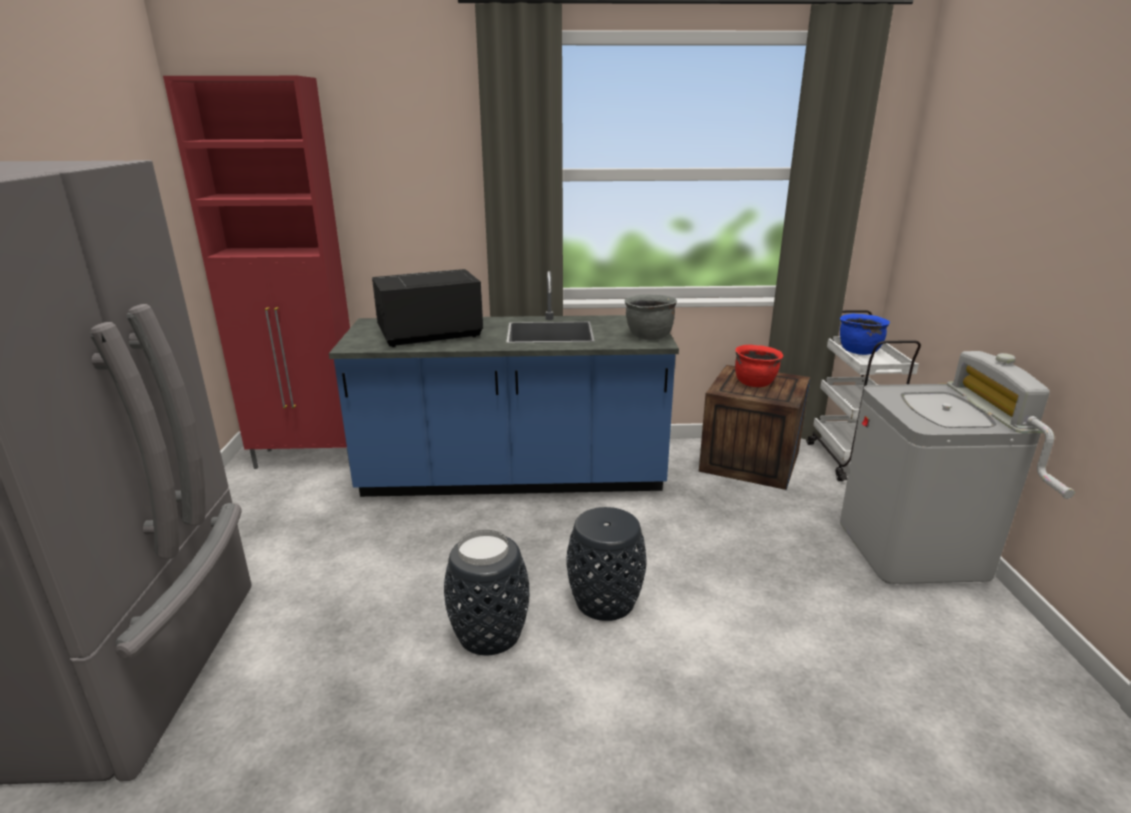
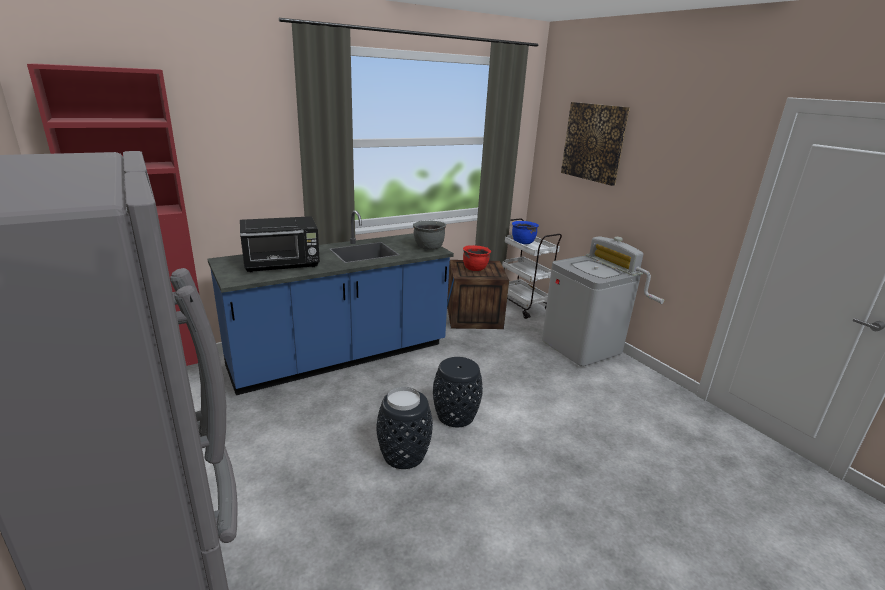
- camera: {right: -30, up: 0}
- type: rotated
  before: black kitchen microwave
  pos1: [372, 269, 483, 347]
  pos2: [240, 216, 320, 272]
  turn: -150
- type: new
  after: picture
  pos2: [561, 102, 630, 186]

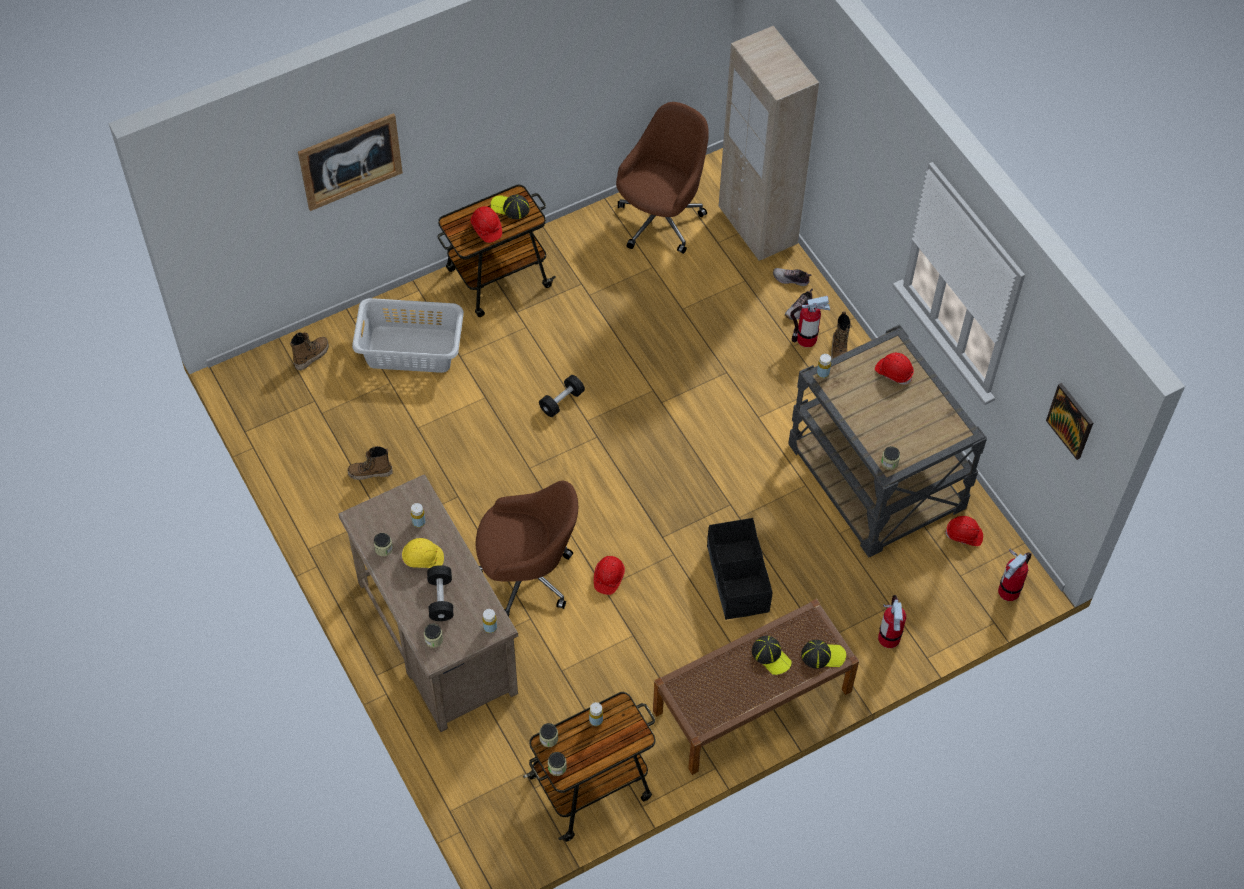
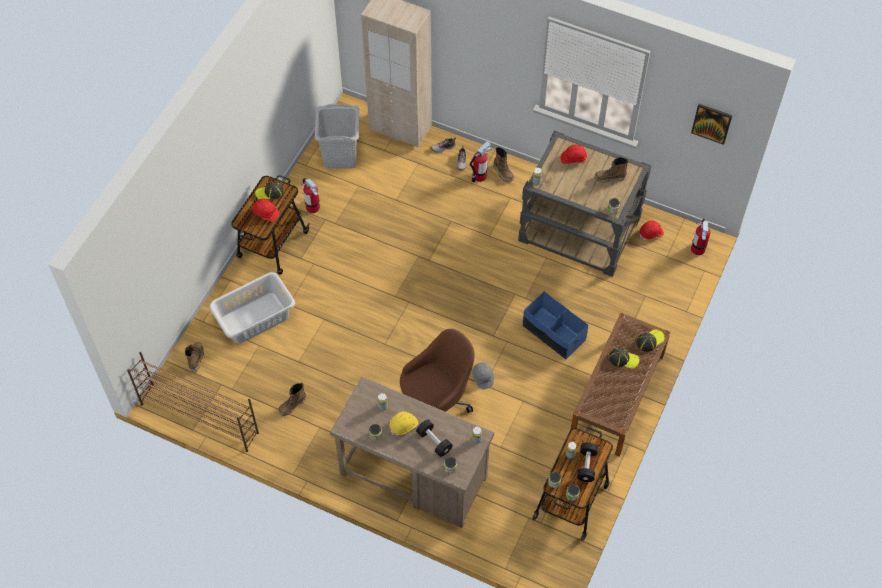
- camera: {right: -35, up: 0}
- type: swapped
  before: brown computer chair
  after: greyish washing basket
  pos1: [616, 102, 709, 254]
  pos2: [315, 104, 359, 169]
- type: gone
  before: picture
  pos1: [298, 113, 403, 211]
- type: shifted
  before: black dumbbell
  pos1: [539, 375, 585, 417]
  pos2: [577, 442, 598, 482]
- type: repainted
  before: black storage box
  after: bluish storage box
  pos1: [707, 518, 772, 620]
  pos2: [523, 291, 588, 360]
- type: repainted
  before: reddish safety helmet
  after: greyish safety helmet
  pos1: [594, 556, 625, 595]
  pos2: [472, 362, 494, 389]
- type: shifted
  before: fire extinguisher
  pos1: [878, 595, 906, 648]
  pos2: [301, 178, 320, 213]
- type: new
  after: boot
  pos2: [595, 157, 629, 183]
- type: new
  after: brown shoe stand
  pos2: [127, 352, 259, 452]

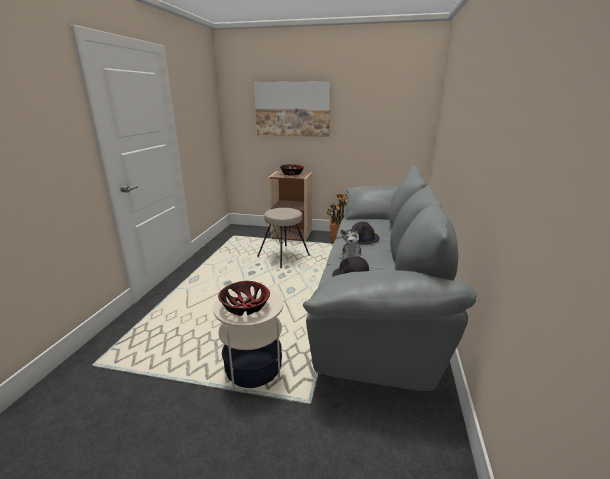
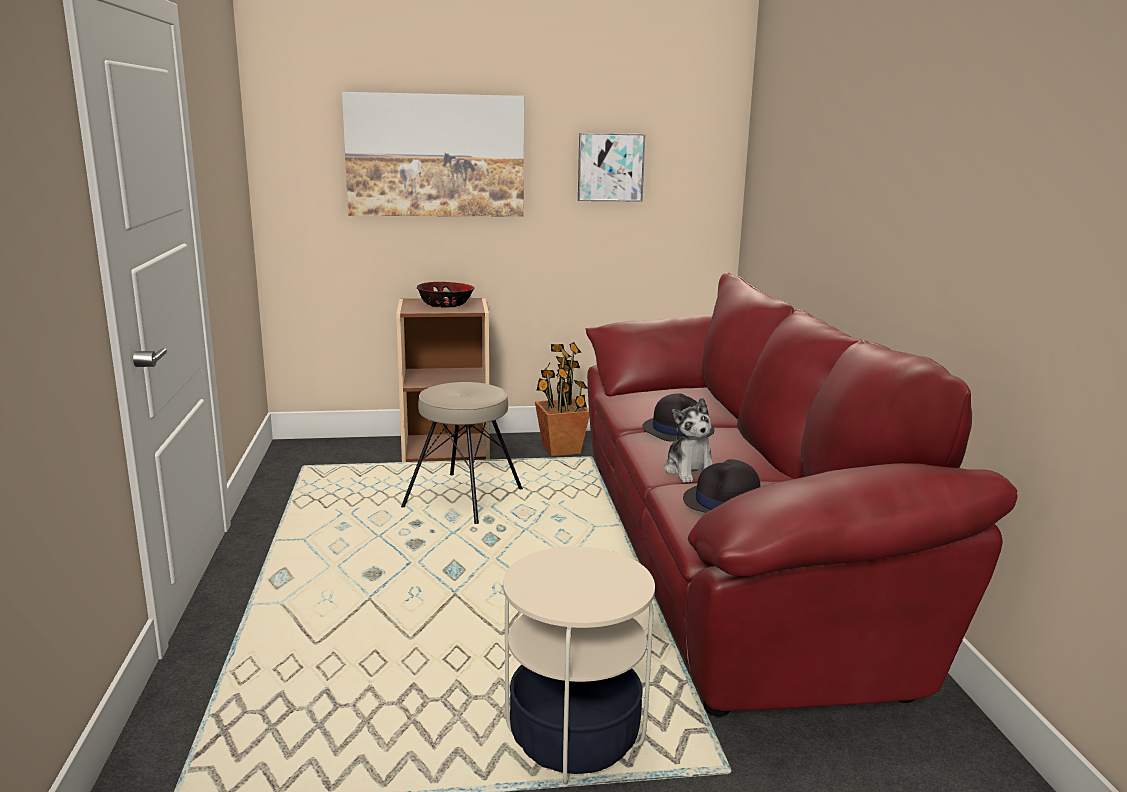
- camera: {right: -20, up: -5}
- type: repainted
  before: greyish sofa
  after: reddish sofa
  pos1: [303, 166, 477, 391]
  pos2: [585, 272, 1018, 716]
- type: gone
  before: bowl
  pos1: [218, 281, 270, 316]
- type: new
  after: picture
  pos2: [578, 133, 645, 201]

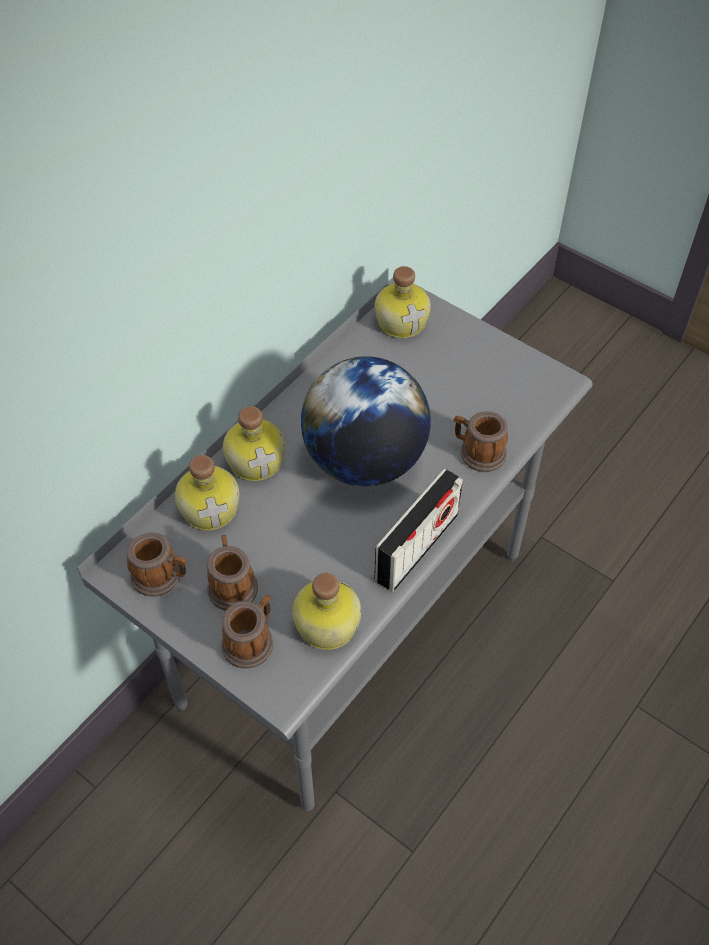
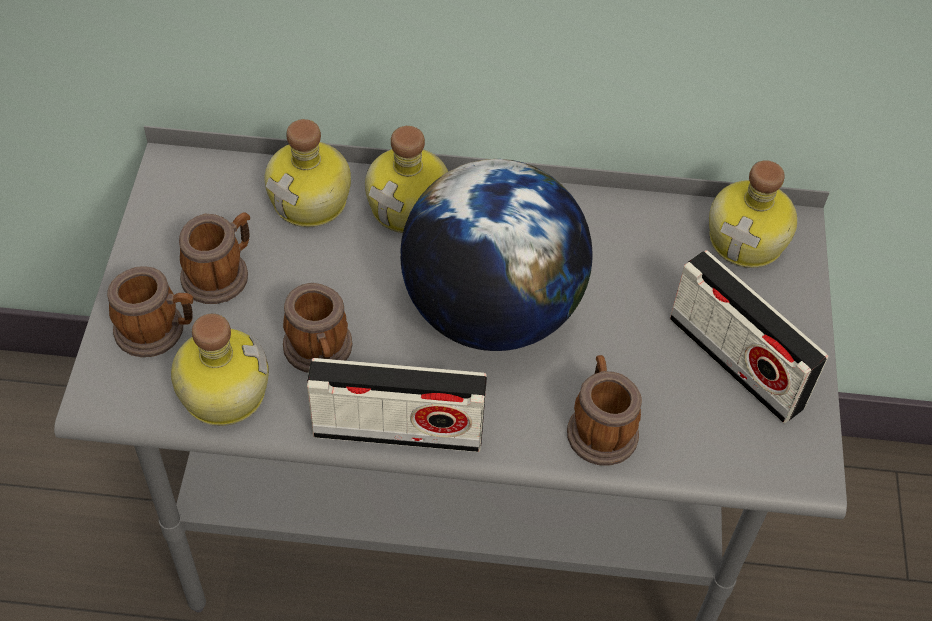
- camera: {right: 55, up: 0}
- type: shifted
  before: tea mug
  pos1: [127, 533, 187, 597]
  pos2: [283, 283, 352, 373]
- type: new
  after: radio receiver
  pos2: [670, 250, 828, 423]

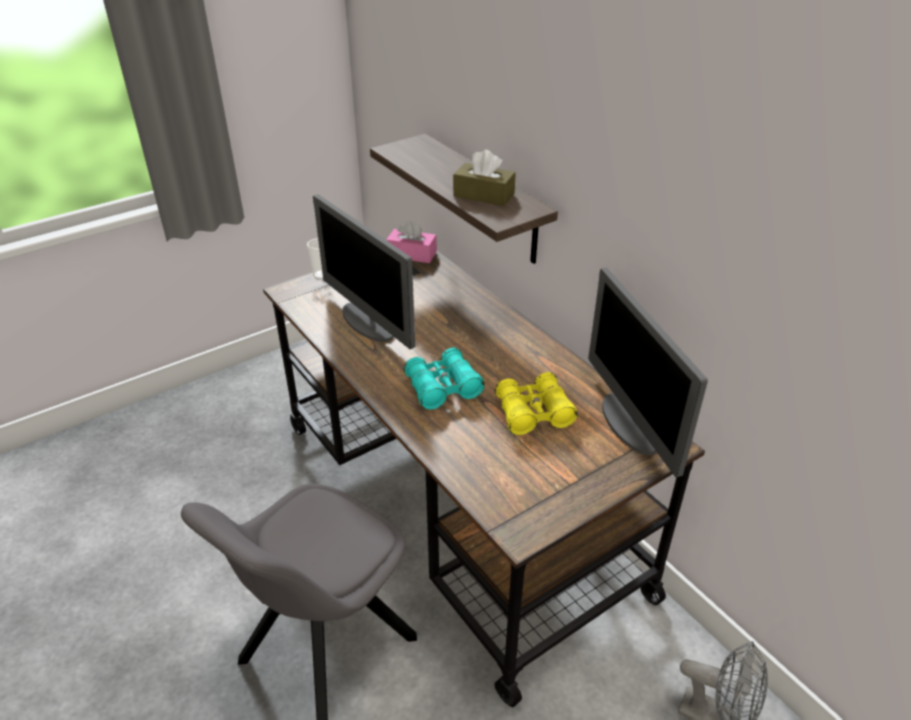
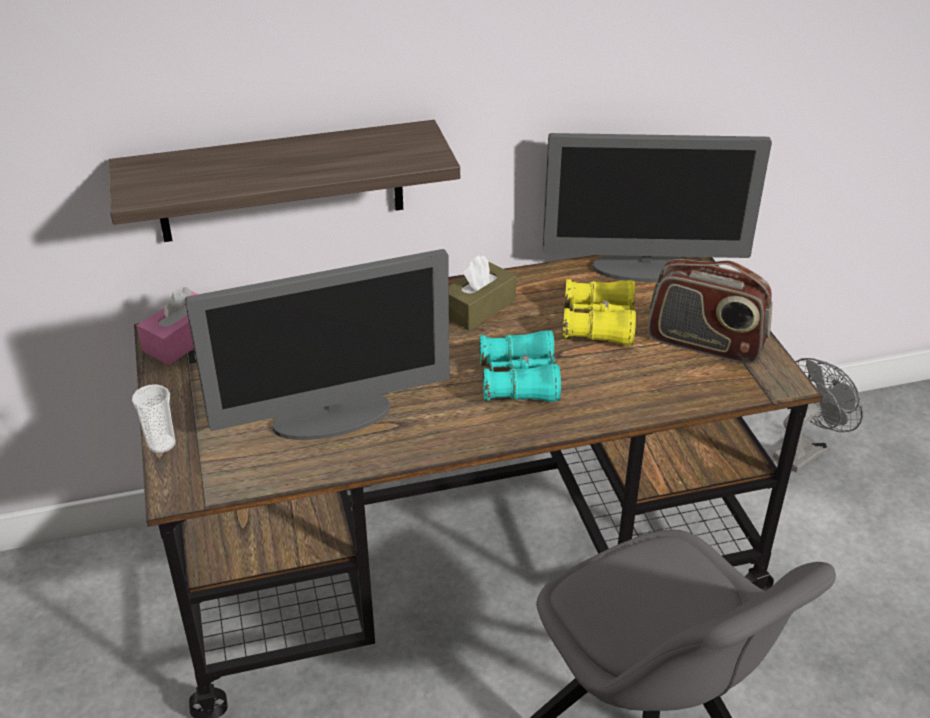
- camera: {right: -70, up: 0}
- type: shifted
  before: brown tissue box
  pos1: [453, 150, 516, 206]
  pos2: [449, 255, 517, 330]
- type: new
  after: radio receiver
  pos2: [647, 259, 773, 364]

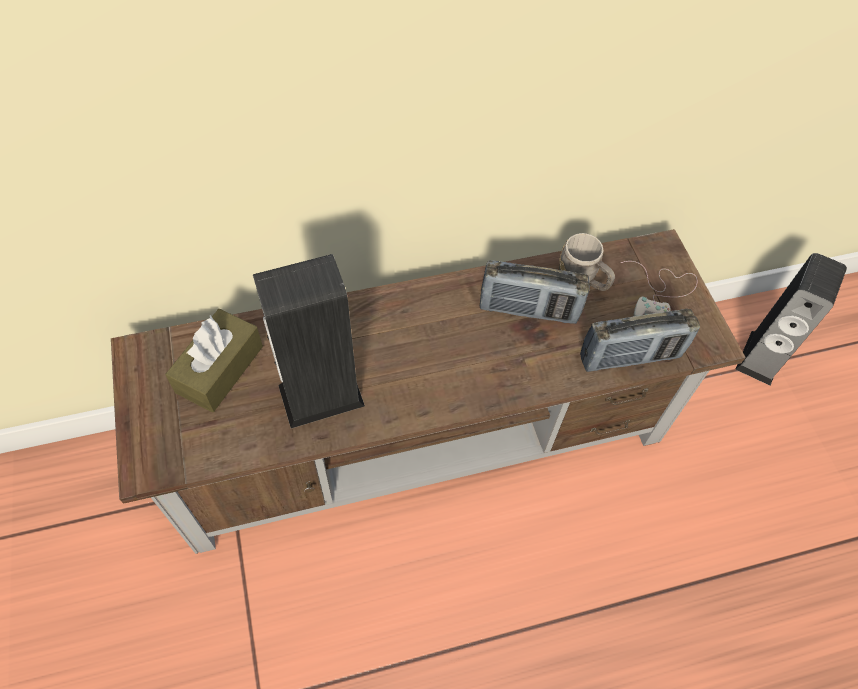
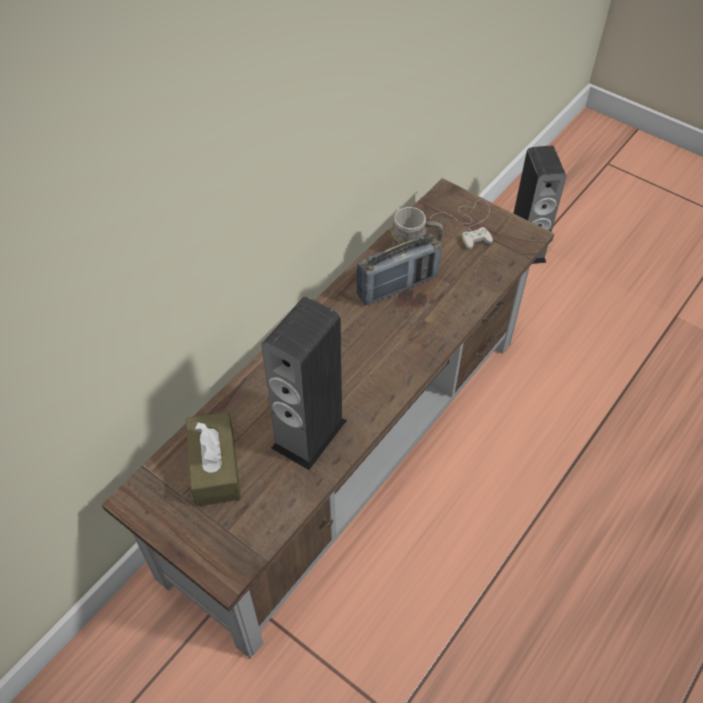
- camera: {right: -35, up: -5}
- type: gone
  before: radio receiver
  pos1: [580, 309, 700, 372]

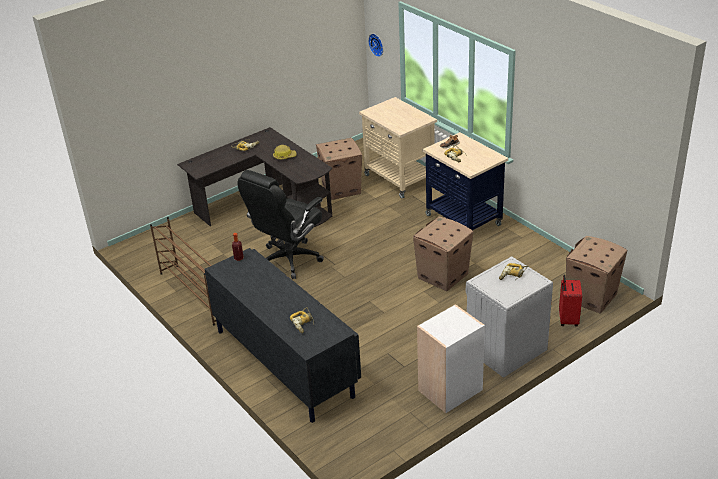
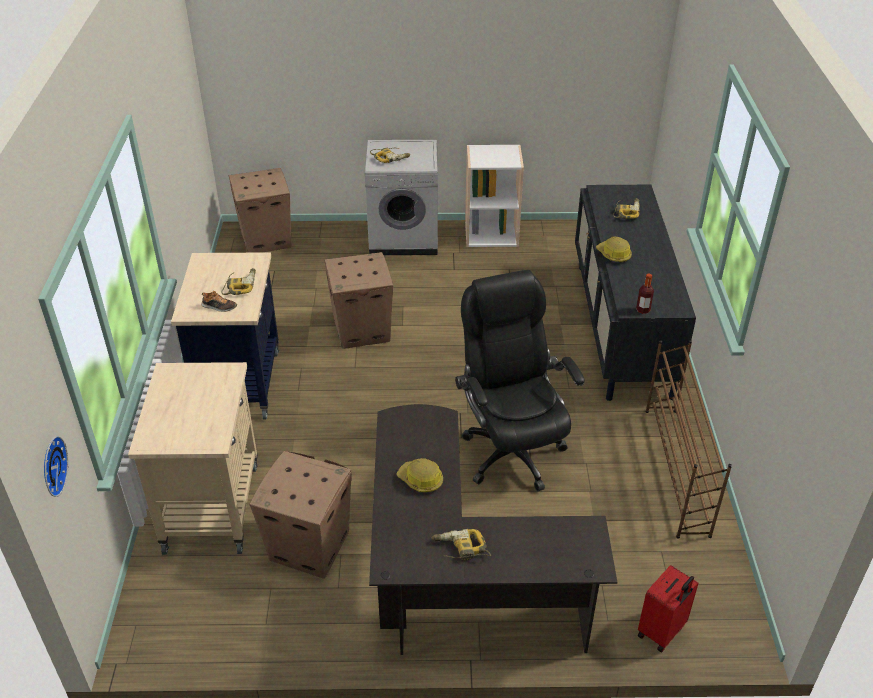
- camera: {right: -145, up: 5}
- type: rotated
  before: black computer chair
  pos1: [238, 170, 324, 279]
  pos2: [455, 270, 585, 492]
  turn: -90
- type: shifted
  before: reddish piece of luggage
  pos1: [559, 275, 582, 327]
  pos2: [638, 565, 698, 652]
- type: new
  after: safety helmet
  pos2: [596, 236, 632, 263]

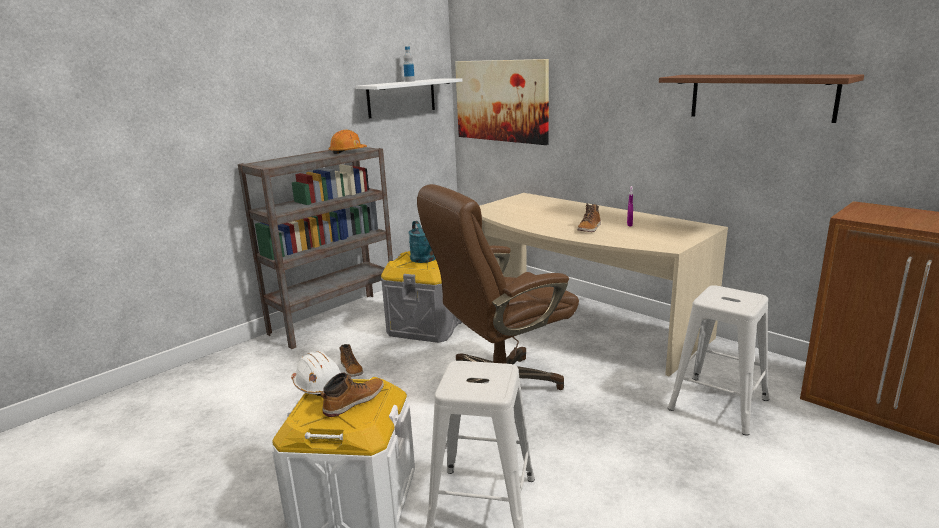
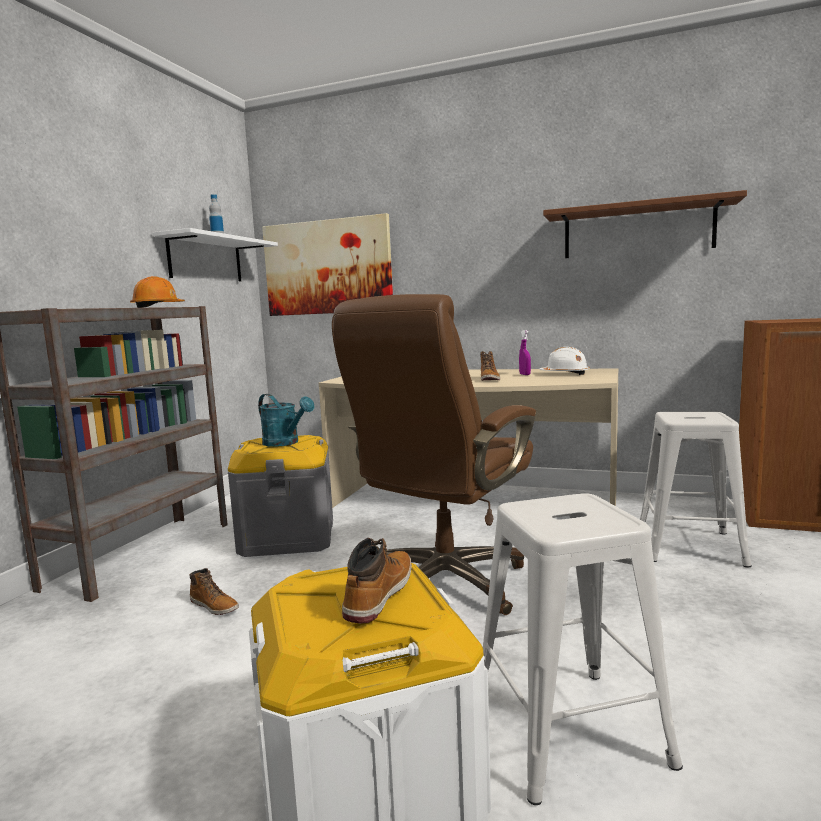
- camera: {right: -25, up: -10}
- type: shifted
  before: white safety helmet
  pos1: [291, 351, 342, 396]
  pos2: [539, 347, 590, 375]

